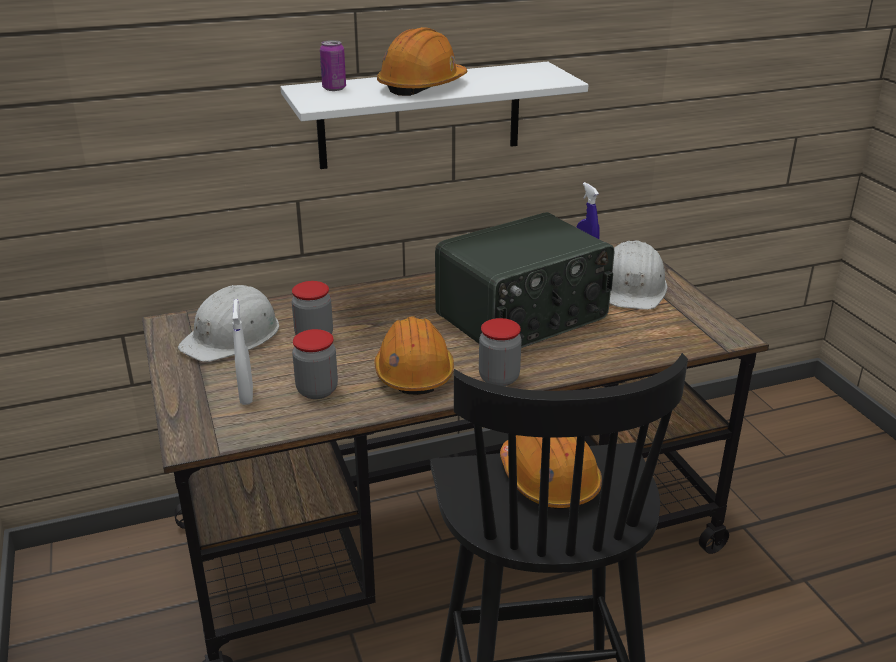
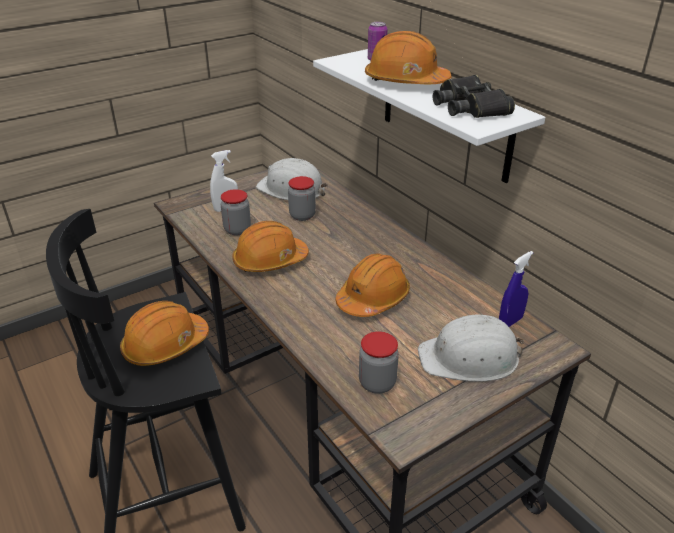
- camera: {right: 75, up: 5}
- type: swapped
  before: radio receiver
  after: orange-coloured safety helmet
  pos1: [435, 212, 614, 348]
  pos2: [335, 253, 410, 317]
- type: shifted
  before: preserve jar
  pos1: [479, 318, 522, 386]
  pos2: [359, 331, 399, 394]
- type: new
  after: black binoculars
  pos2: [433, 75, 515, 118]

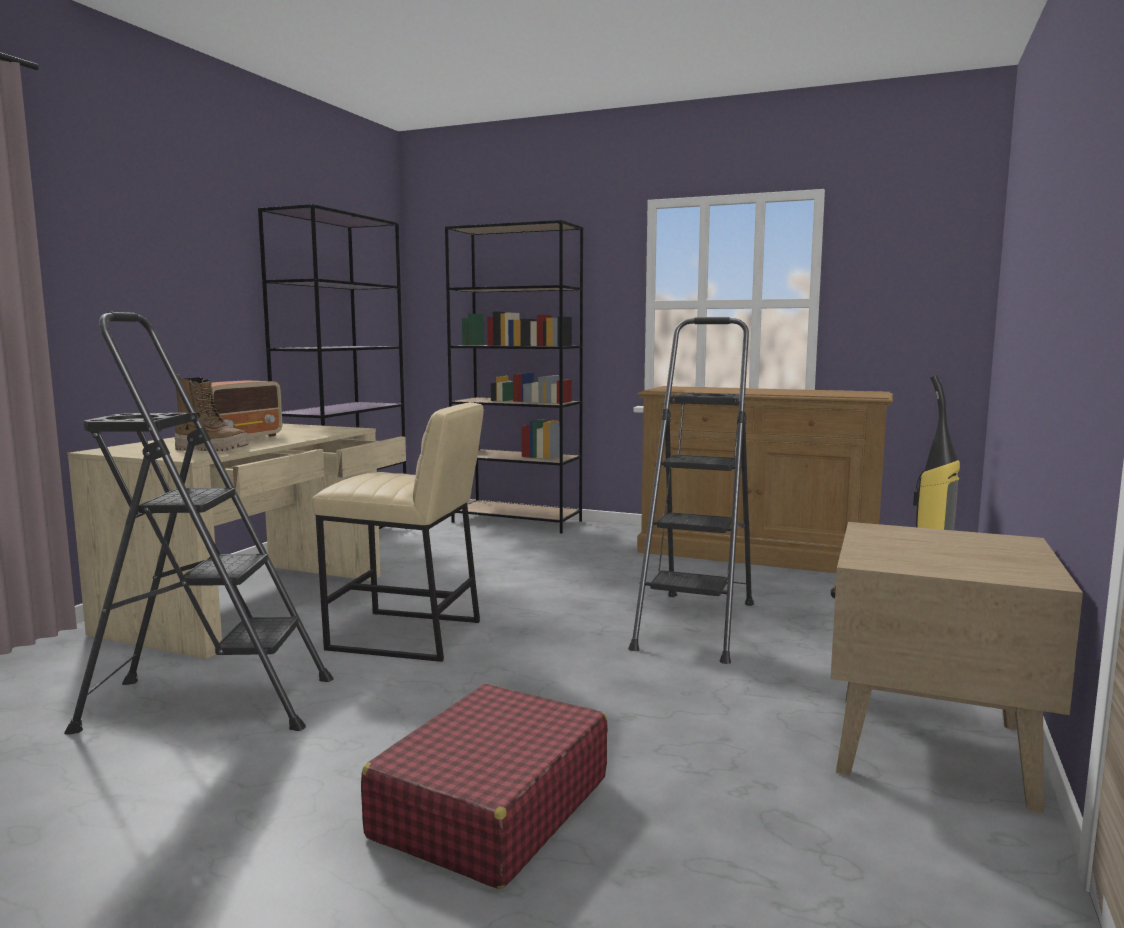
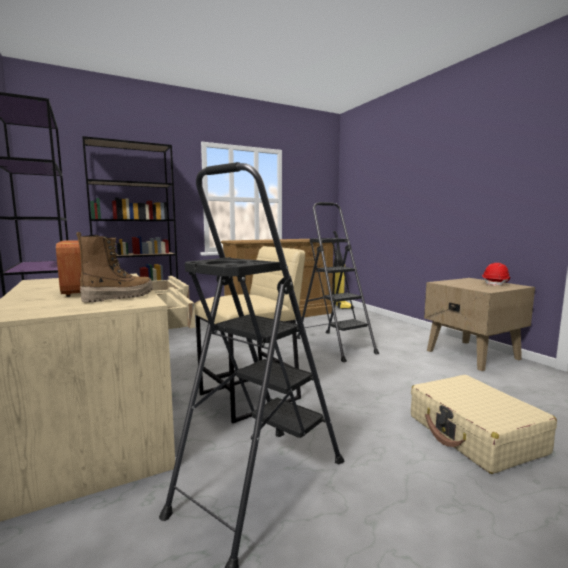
- camera: {right: -50, up: 0}
- type: repainted
  before: reddish piece of luggage
  after: beige piece of luggage
  pos1: [361, 684, 608, 889]
  pos2: [411, 375, 557, 474]
- type: new
  after: reddish safety helmet
  pos2: [482, 263, 510, 286]

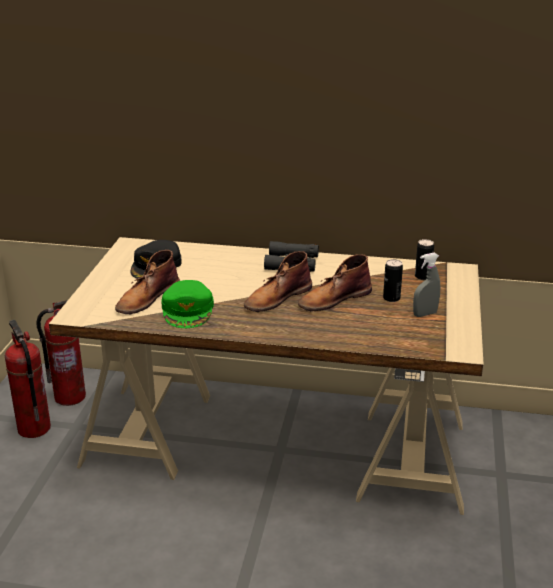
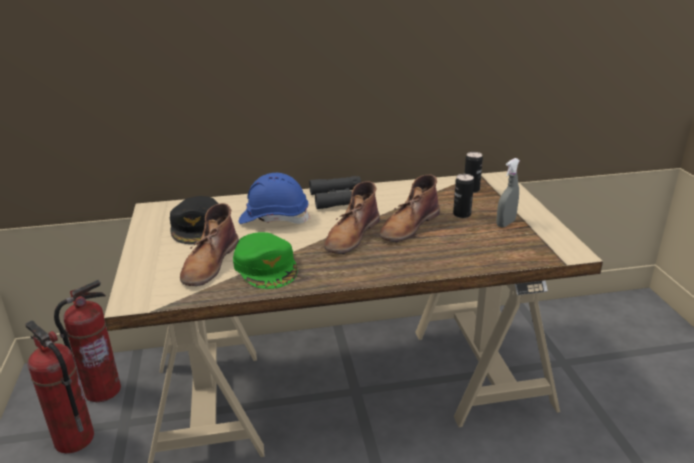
- camera: {right: -20, up: 0}
- type: new
  after: bluish safety helmet
  pos2: [239, 173, 310, 224]

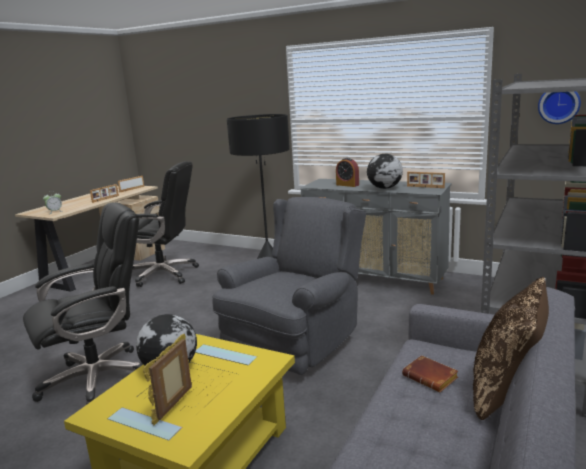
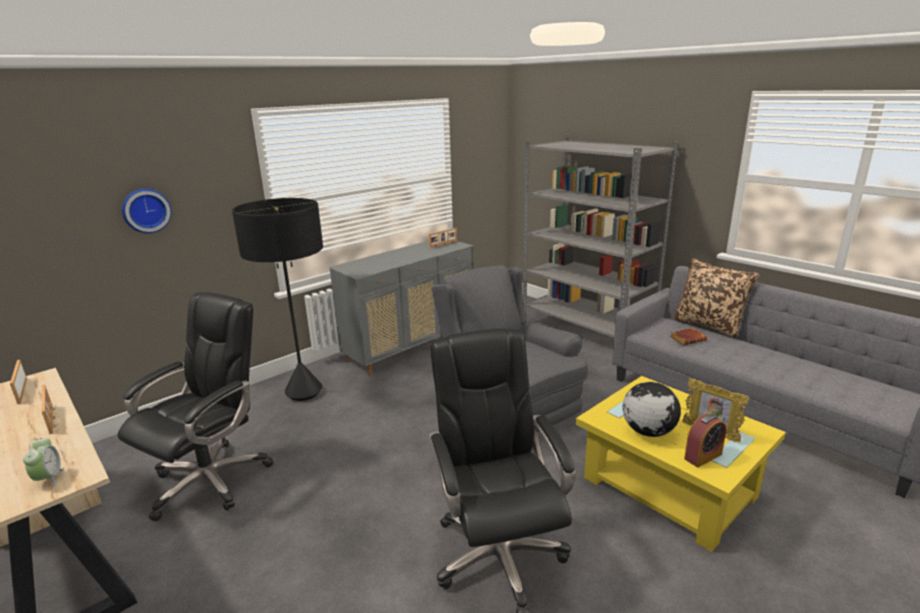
- camera: {right: -70, up: 5}
- type: shifted
  before: hanging clock
  pos1: [538, 91, 581, 124]
  pos2: [122, 189, 171, 233]
- type: gone
  before: globe
  pos1: [367, 154, 403, 189]
- type: shifted
  before: bedside clock
  pos1: [336, 158, 359, 187]
  pos2: [684, 414, 726, 467]

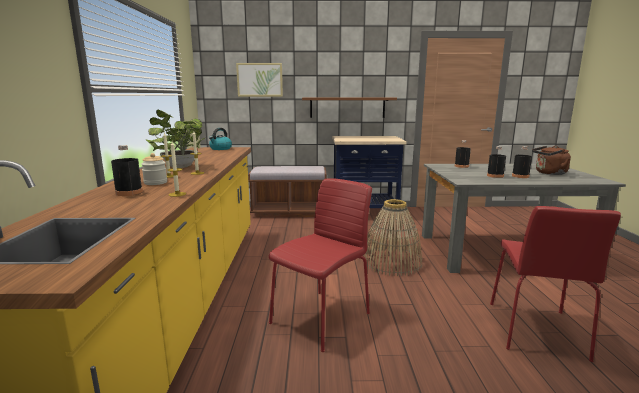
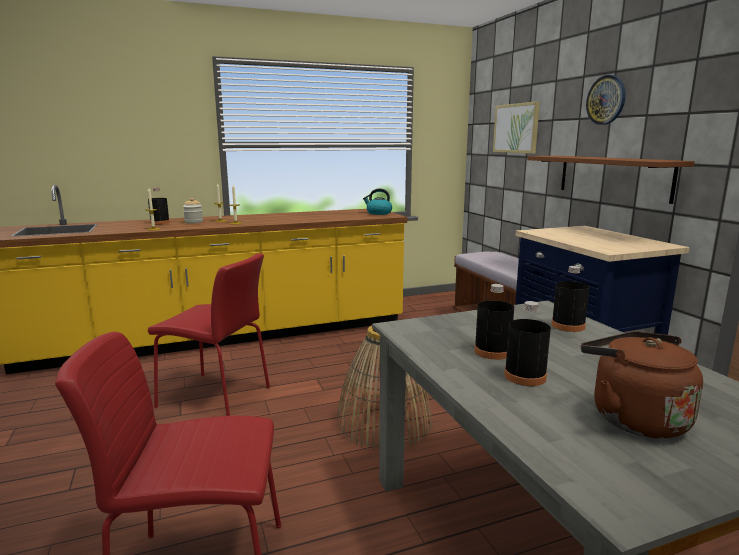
- camera: {right: 70, up: 0}
- type: gone
  before: houseplant
  pos1: [145, 110, 205, 168]
- type: new
  after: hanging clock
  pos2: [586, 75, 626, 125]

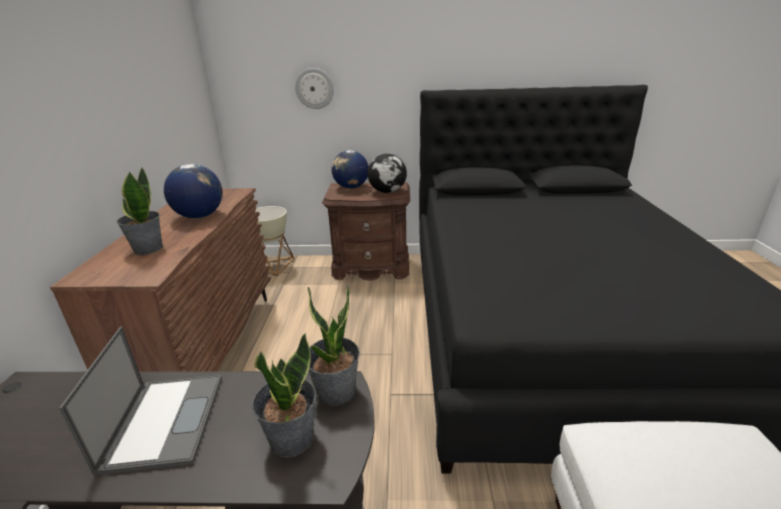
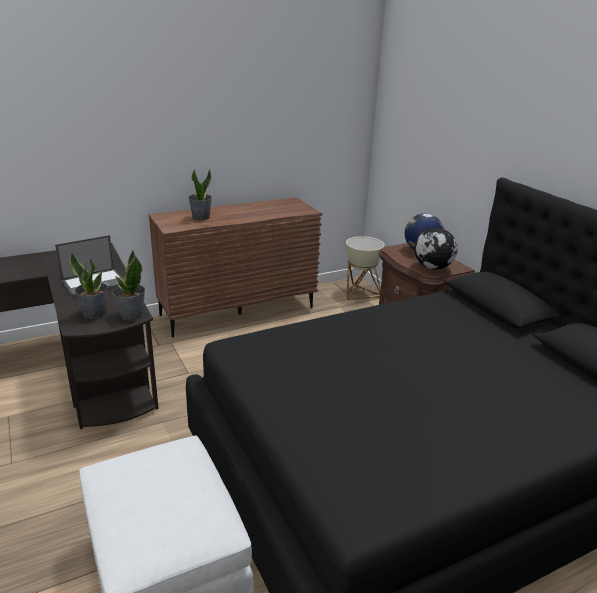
- camera: {right: 60, up: 0}
- type: gone
  before: hanging clock
  pos1: [295, 68, 334, 109]
- type: gone
  before: globe
  pos1: [164, 164, 223, 218]

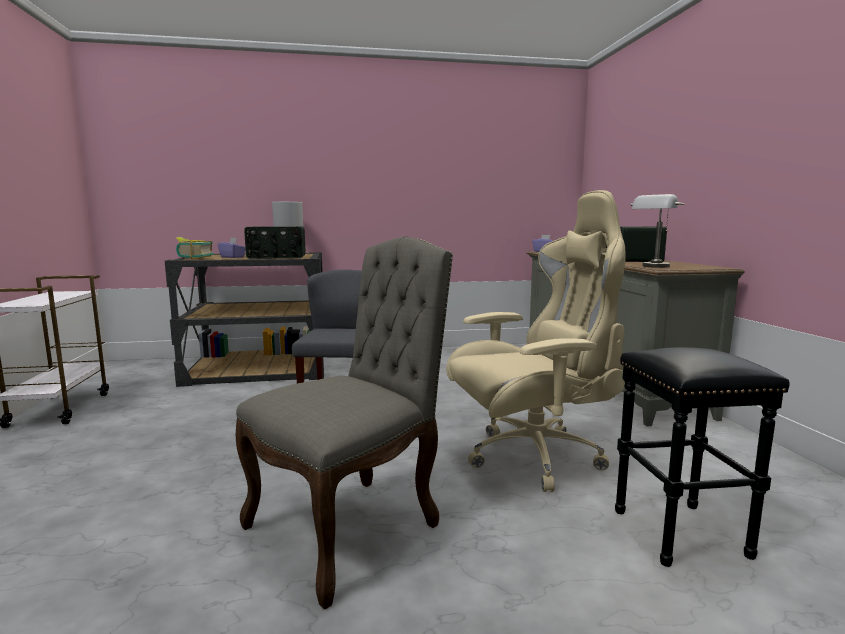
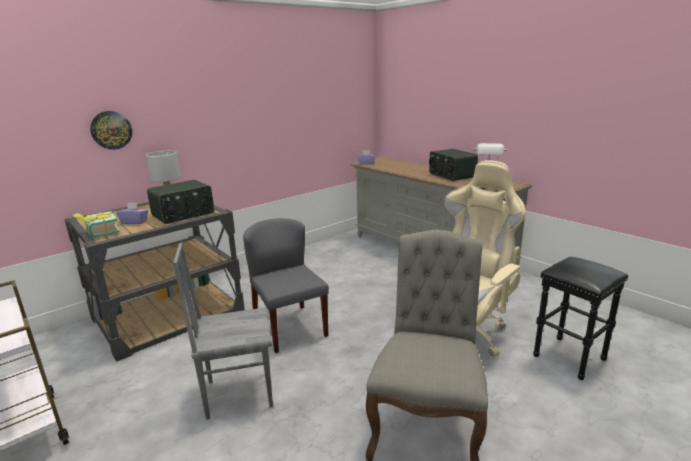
- camera: {right: -30, up: 10}
- type: new
  after: hanging clock
  pos2: [90, 111, 132, 150]
- type: new
  after: greyish plain chair
  pos2: [173, 243, 273, 420]

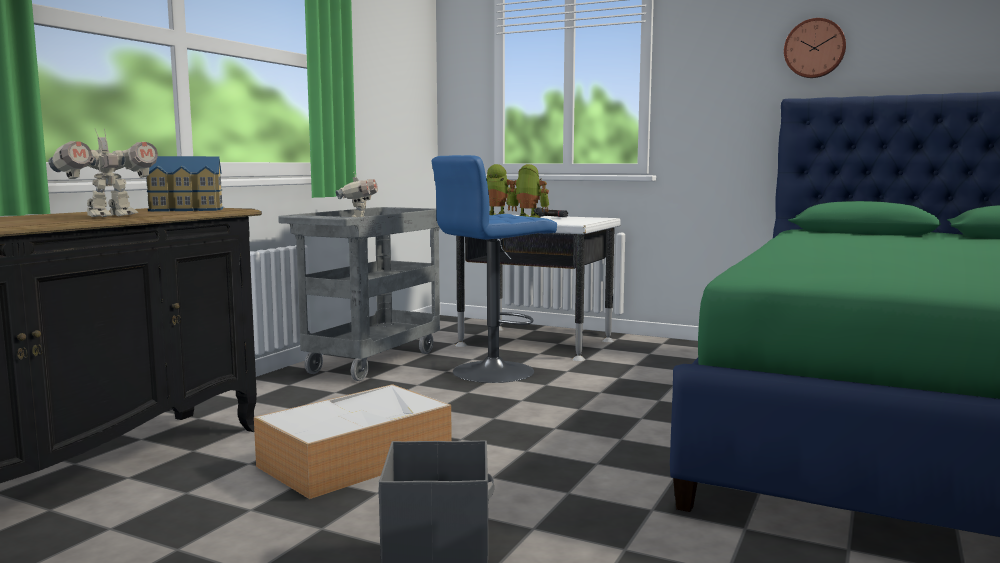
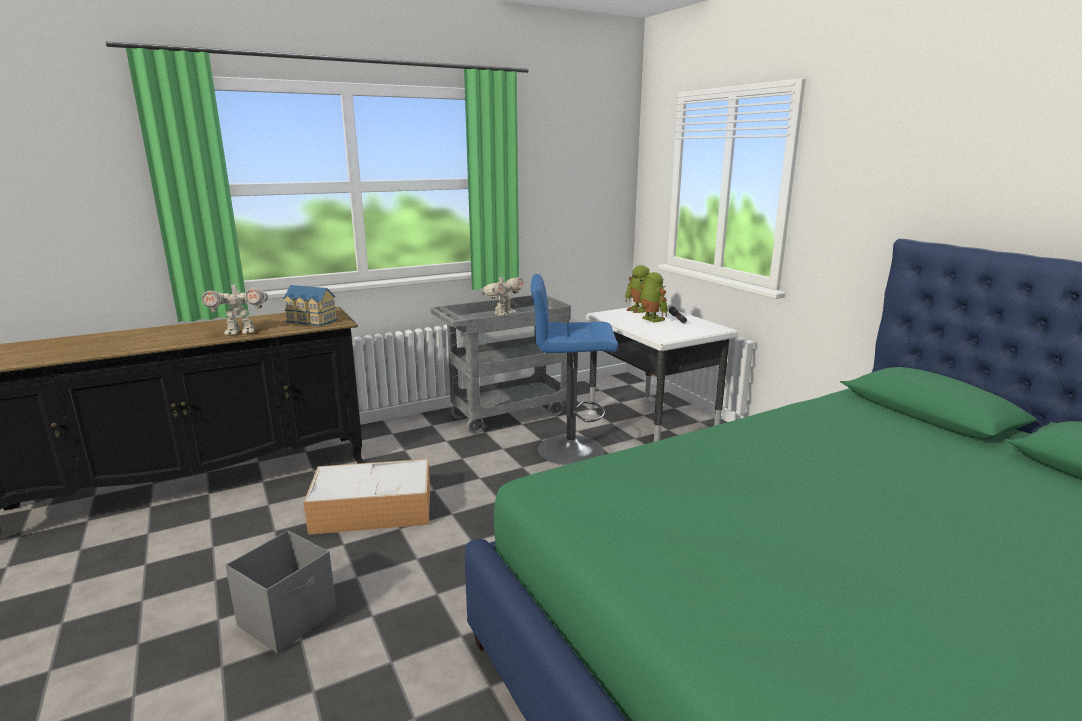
- camera: {right: 35, up: 10}
- type: gone
  before: hanging clock
  pos1: [784, 18, 846, 78]

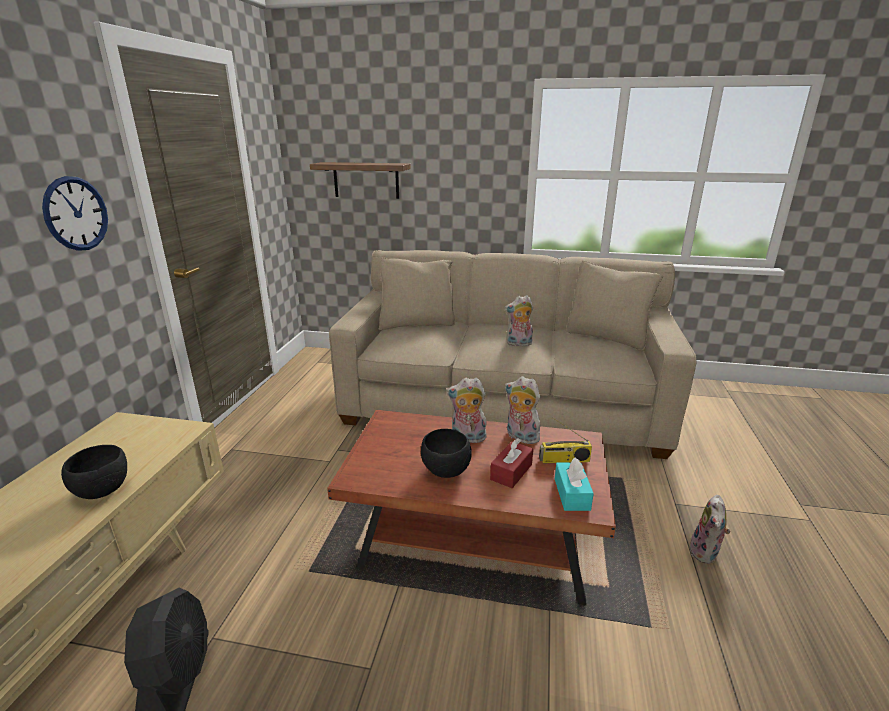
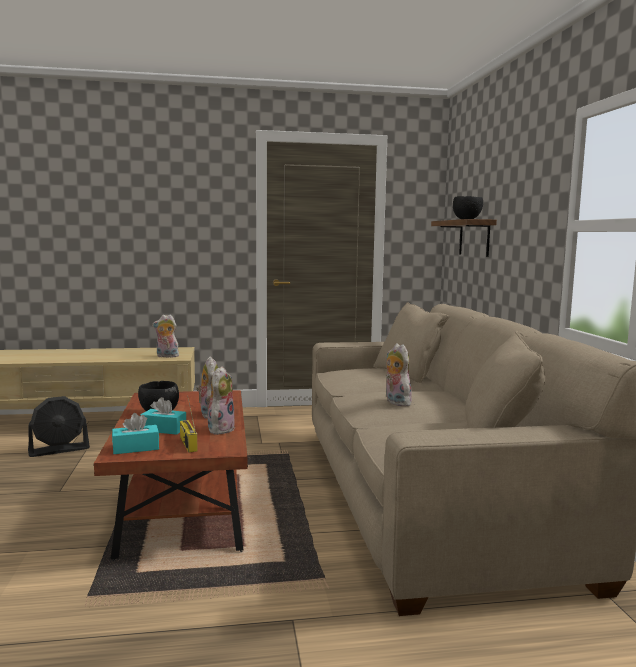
- camera: {right: 70, up: -15}
- type: gone
  before: hanging clock
  pos1: [42, 176, 108, 251]
- type: repainted
  before: reddish tissue box
  after: turquoise-coloured tissue box
  pos1: [490, 438, 533, 488]
  pos2: [140, 397, 186, 435]
- type: shifted
  before: black bowl
  pos1: [61, 445, 127, 499]
  pos2: [453, 196, 483, 219]
- type: shifted
  before: plush toy
  pos1: [689, 495, 731, 564]
  pos2: [152, 315, 179, 358]

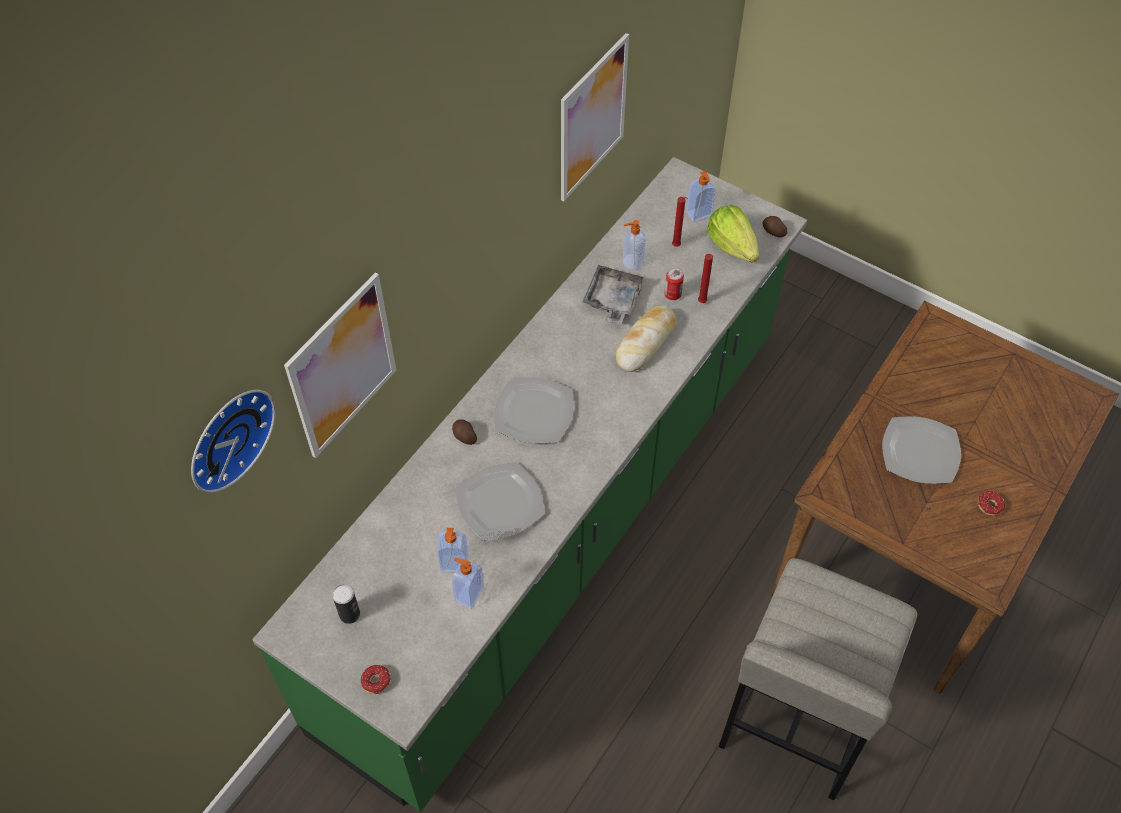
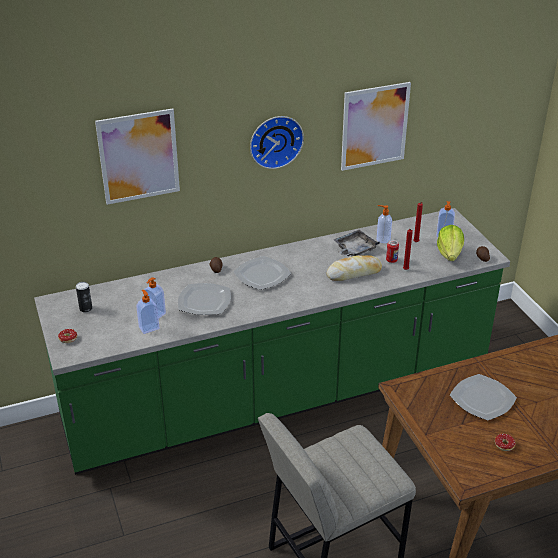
- camera: {right: 35, up: -20}
- type: shifted
  before: hanging clock
  pos1: [191, 390, 276, 493]
  pos2: [250, 116, 304, 169]

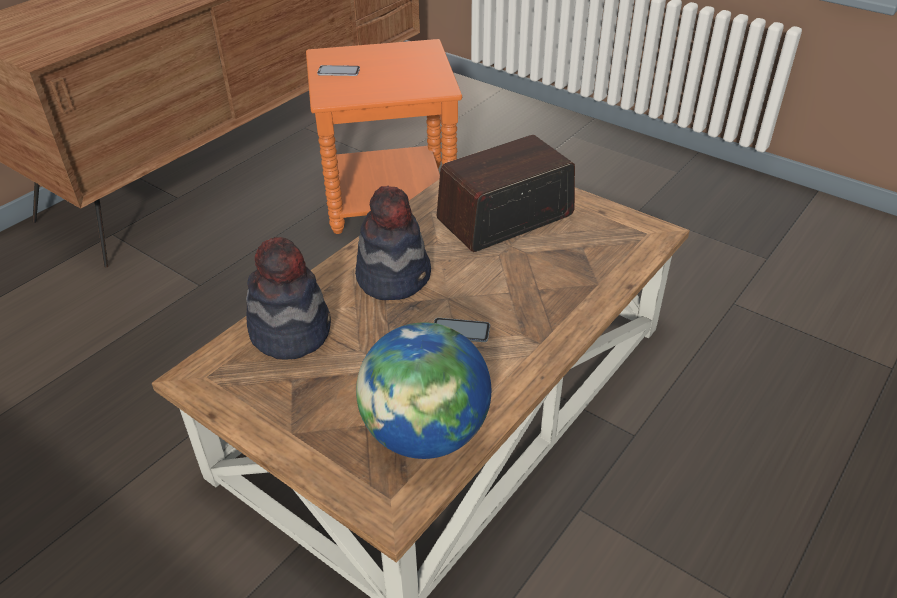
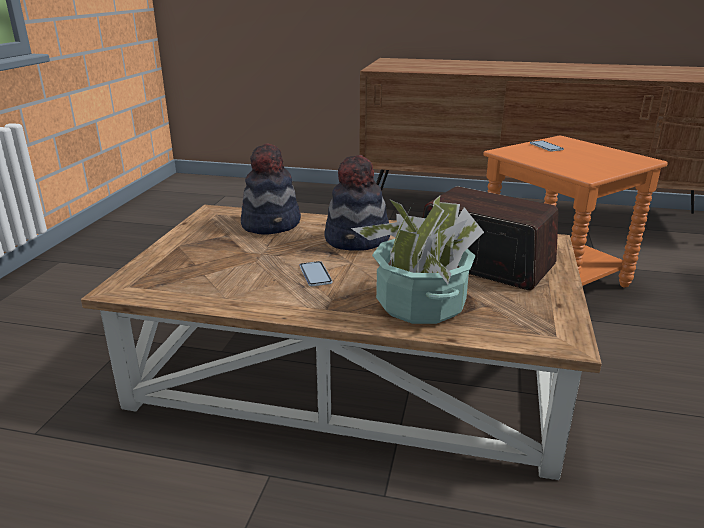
- camera: {right: 65, up: -15}
- type: gone
  before: globe
  pos1: [356, 322, 491, 459]
- type: new
  after: houseplant
  pos2: [351, 196, 484, 324]

